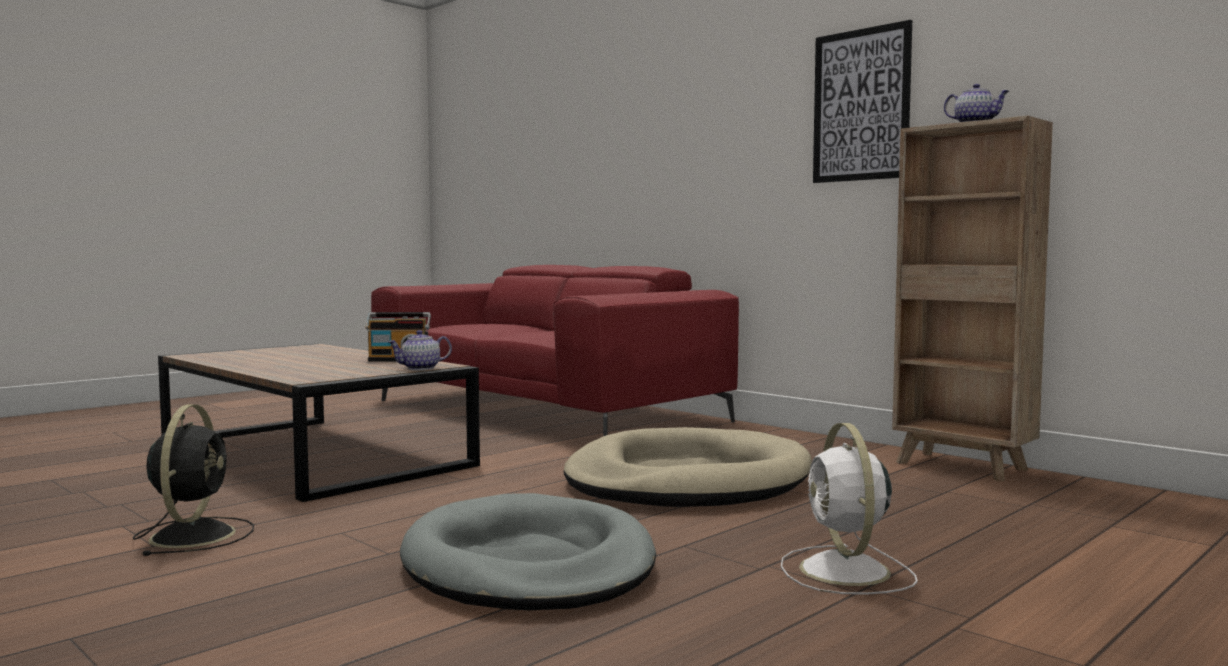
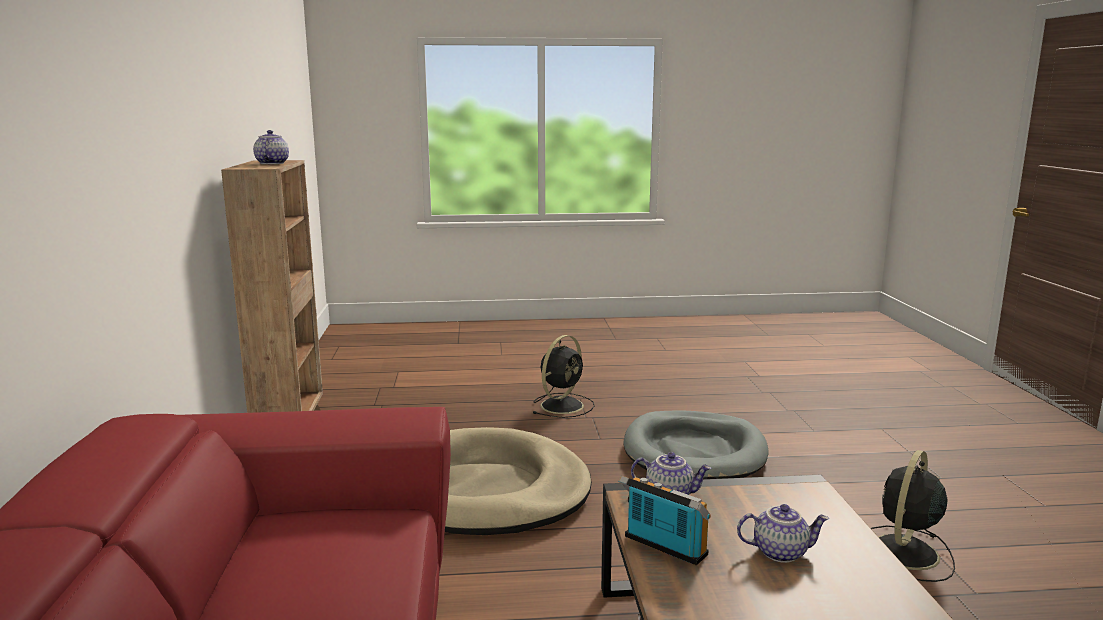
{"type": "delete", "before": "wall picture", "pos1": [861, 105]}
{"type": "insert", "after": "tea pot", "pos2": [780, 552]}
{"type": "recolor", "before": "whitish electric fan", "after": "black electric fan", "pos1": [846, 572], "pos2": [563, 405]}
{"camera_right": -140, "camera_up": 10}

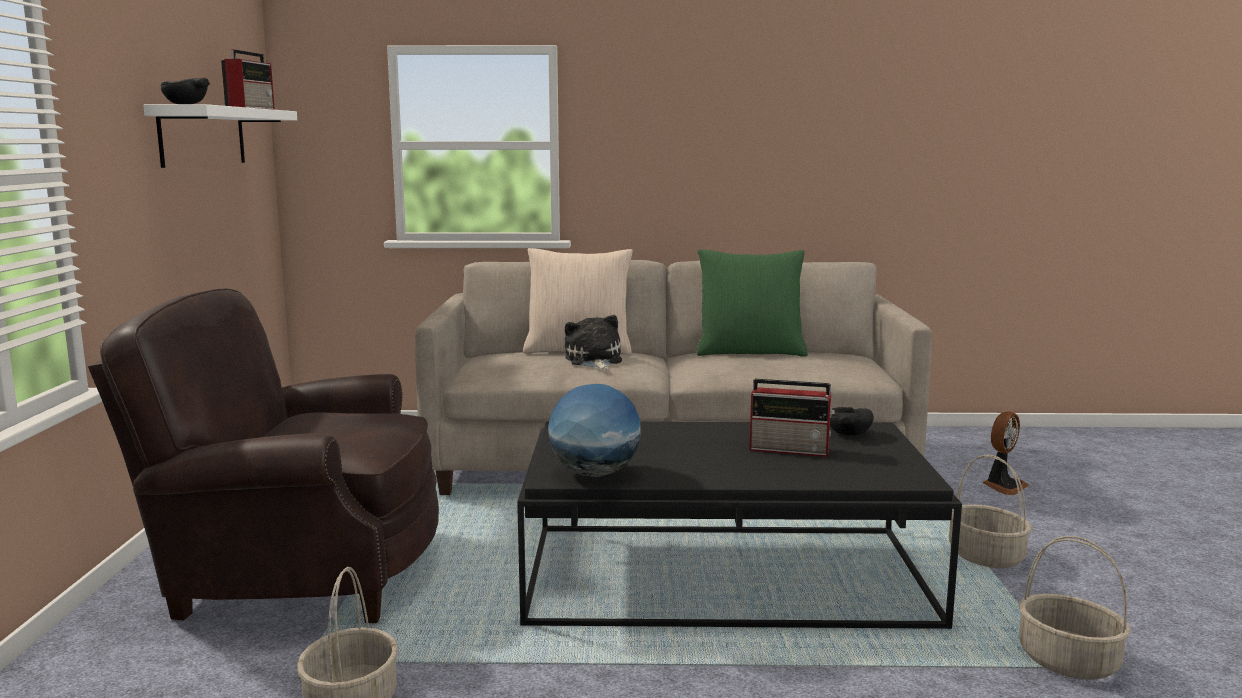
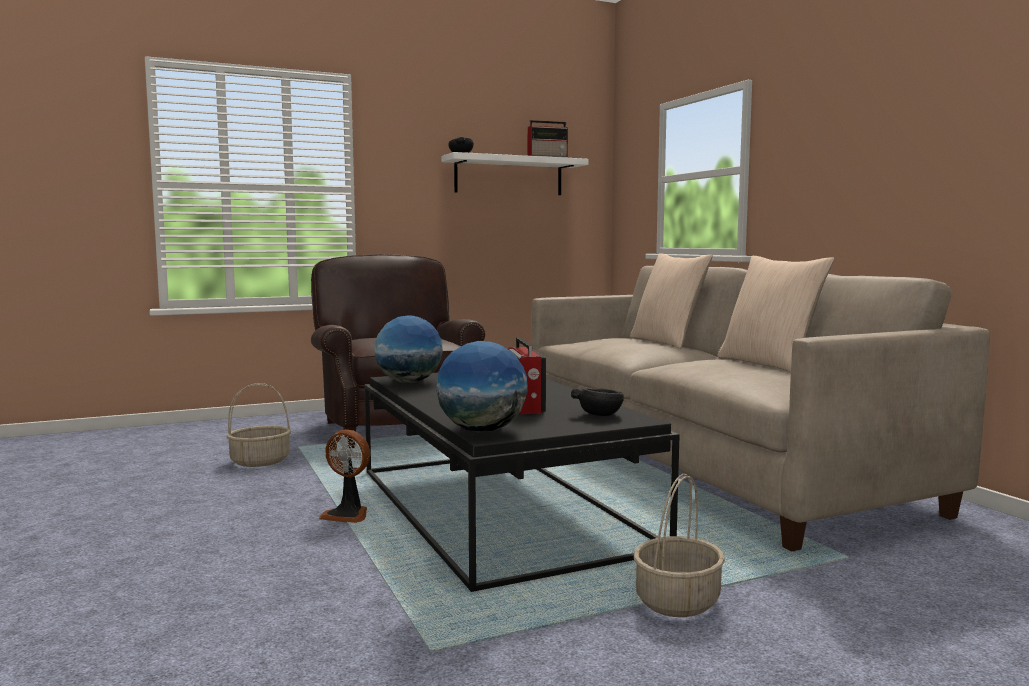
{"type": "delete", "before": "plush toy", "pos1": [594, 361]}
{"type": "delete", "before": "household basket", "pos1": [1069, 661]}
{"type": "insert", "after": "desk globe", "pos2": [482, 431]}
{"type": "move", "before": "electric fan", "pos1": [1003, 486], "pos2": [348, 515]}
{"type": "recolor", "before": "green throw pillow", "after": "beige-coloured throw pillow", "pos1": [750, 352], "pos2": [769, 364]}
{"camera_right": 65, "camera_up": -5}

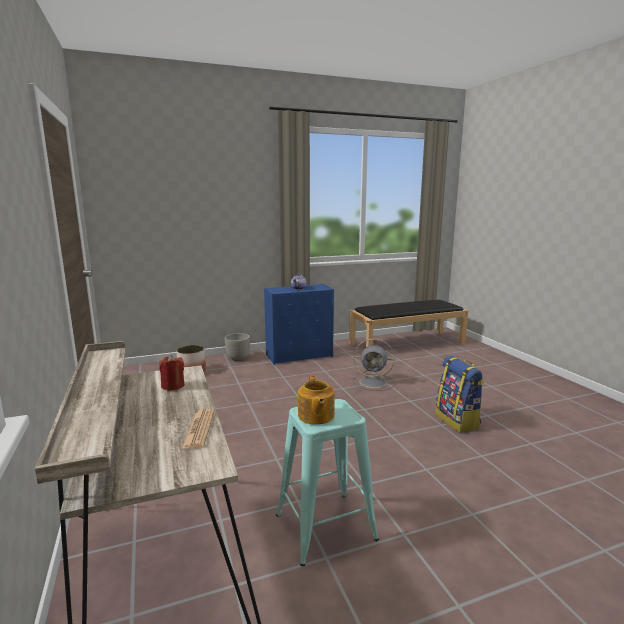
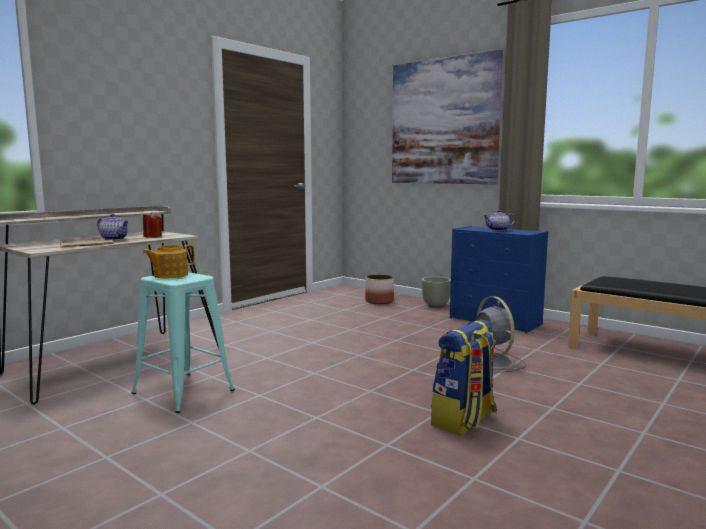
{"type": "insert", "after": "tea pot", "pos2": [115, 239]}
{"type": "insert", "after": "wall picture", "pos2": [444, 121]}
{"camera_right": 60, "camera_up": -5}

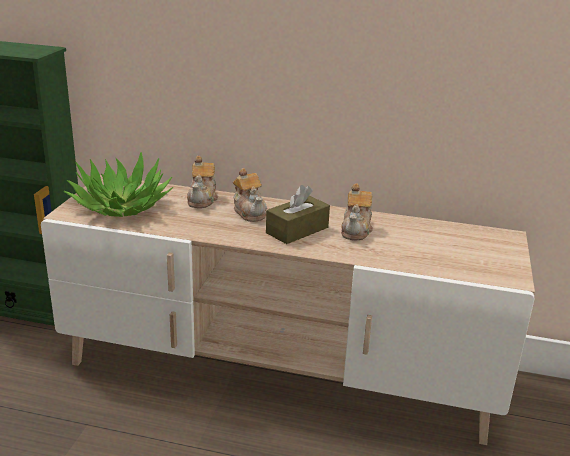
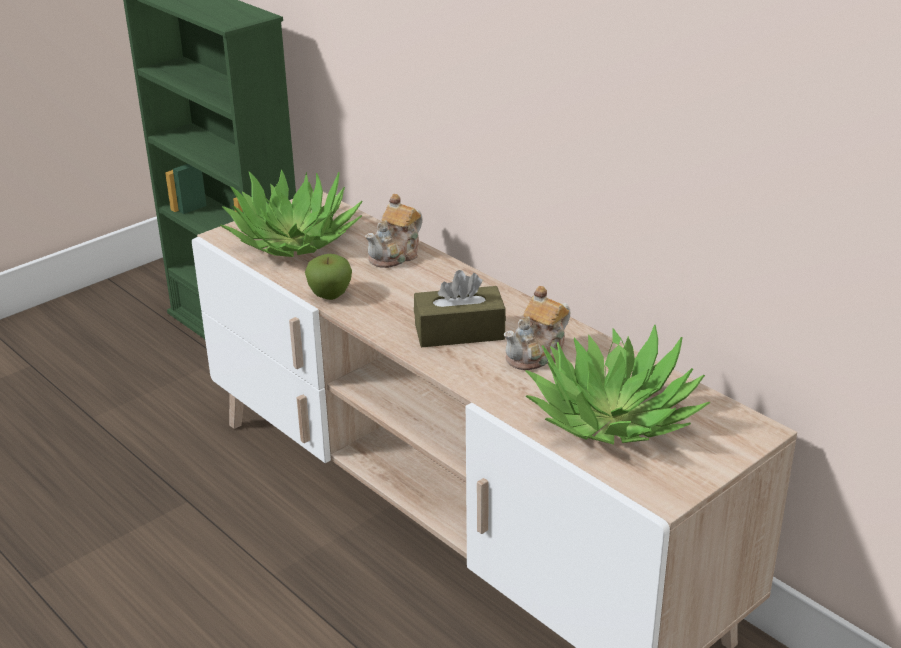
{"type": "delete", "before": "tea pot", "pos1": [250, 212]}
{"type": "insert", "after": "apple fruit", "pos2": [330, 295]}
{"type": "insert", "after": "houseplant", "pos2": [613, 416]}
{"camera_right": 35, "camera_up": 5}

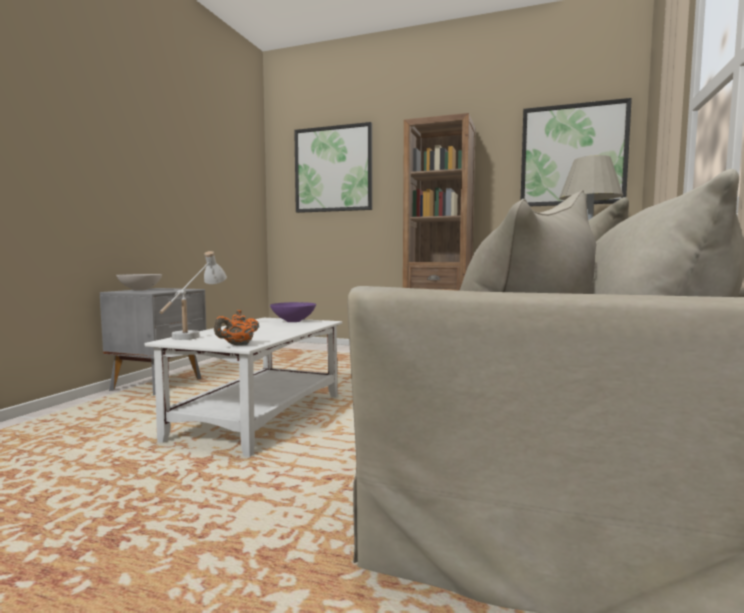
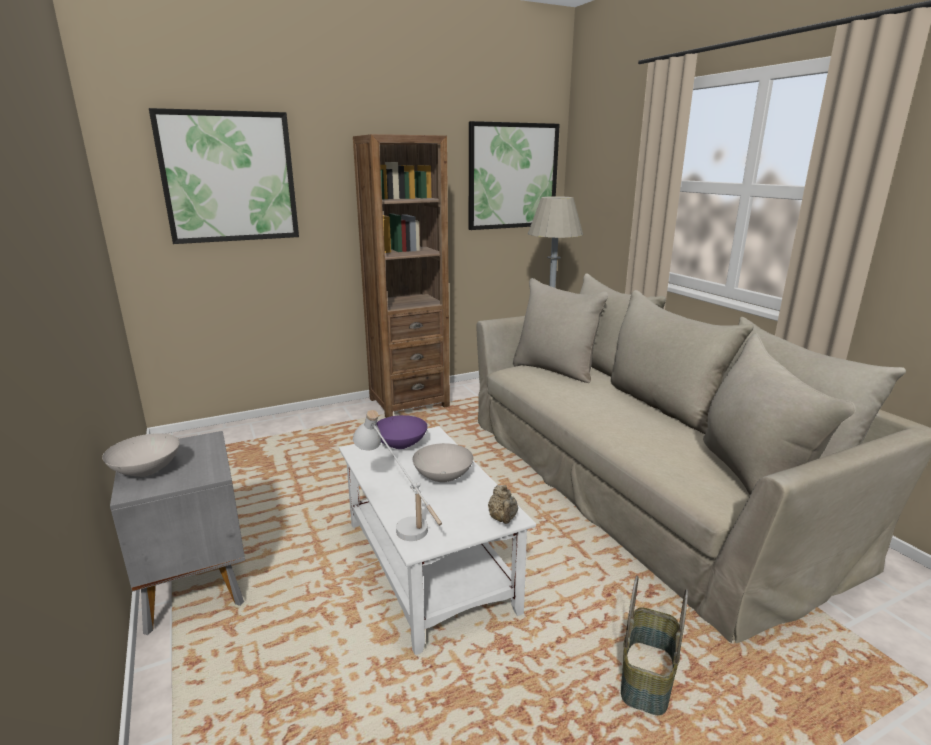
{"type": "insert", "after": "whitish serving bowl", "pos2": [443, 477]}
{"type": "insert", "after": "household basket", "pos2": [648, 679]}
{"type": "recolor", "before": "orange tea pot", "after": "beige-coloured tea pot", "pos1": [238, 345], "pos2": [503, 519]}
{"camera_right": -45, "camera_up": 15}

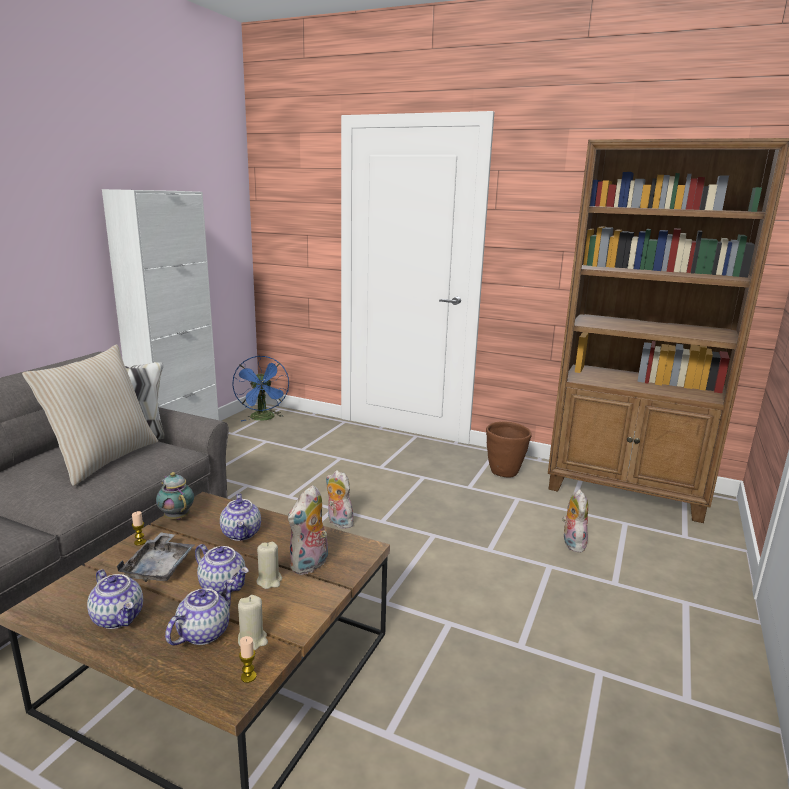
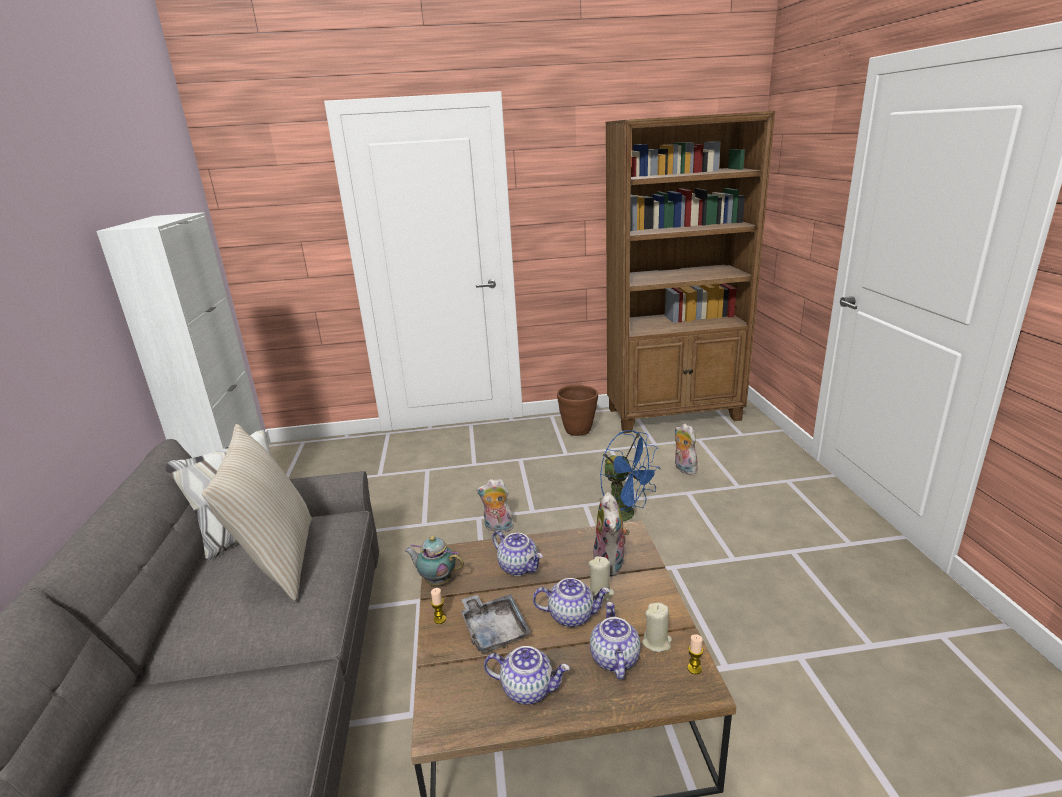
{"type": "move", "before": "blue electric fan", "pos1": [263, 419], "pos2": [625, 515]}
{"camera_right": -30, "camera_up": 5}

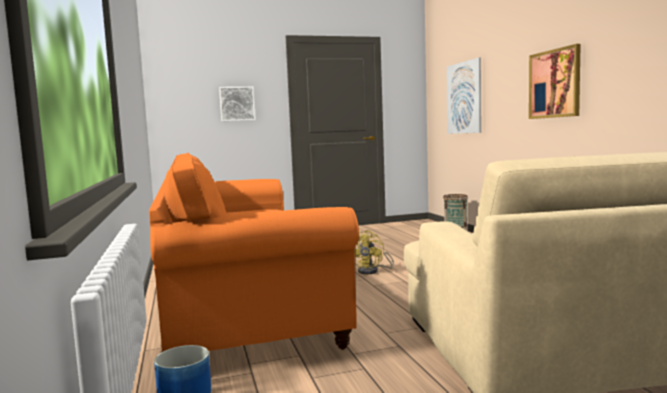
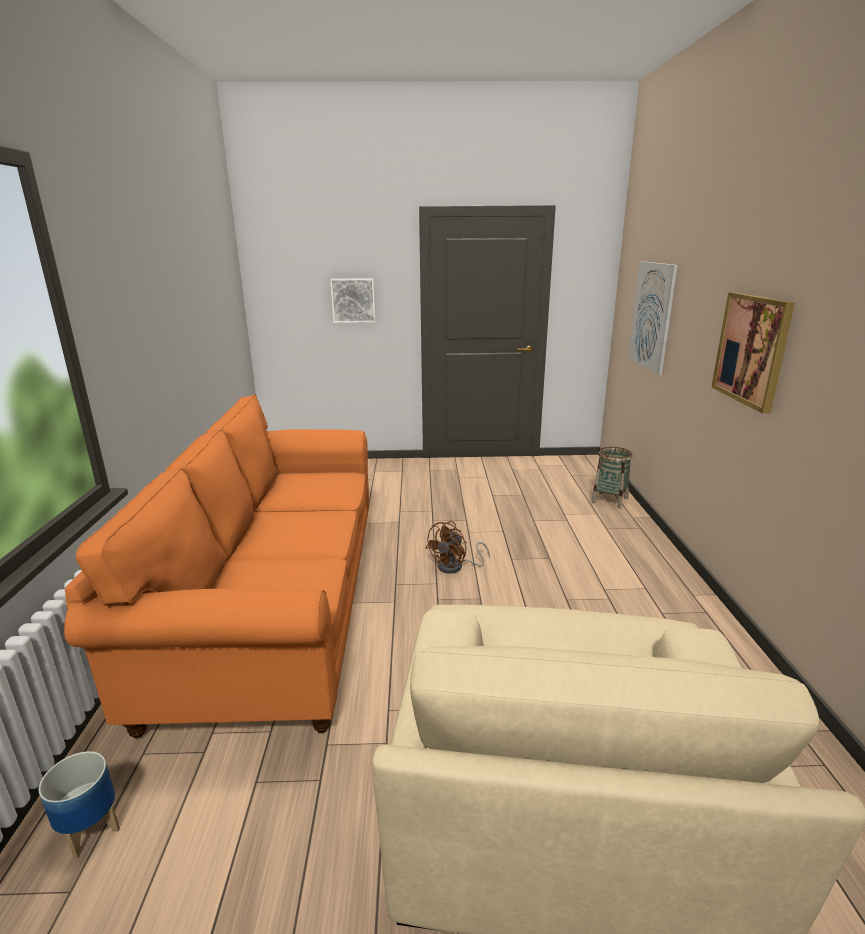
{"type": "recolor", "before": "yellow electric fan", "after": "brownish electric fan", "pos1": [372, 271], "pos2": [455, 567]}
{"camera_right": 15, "camera_up": 15}

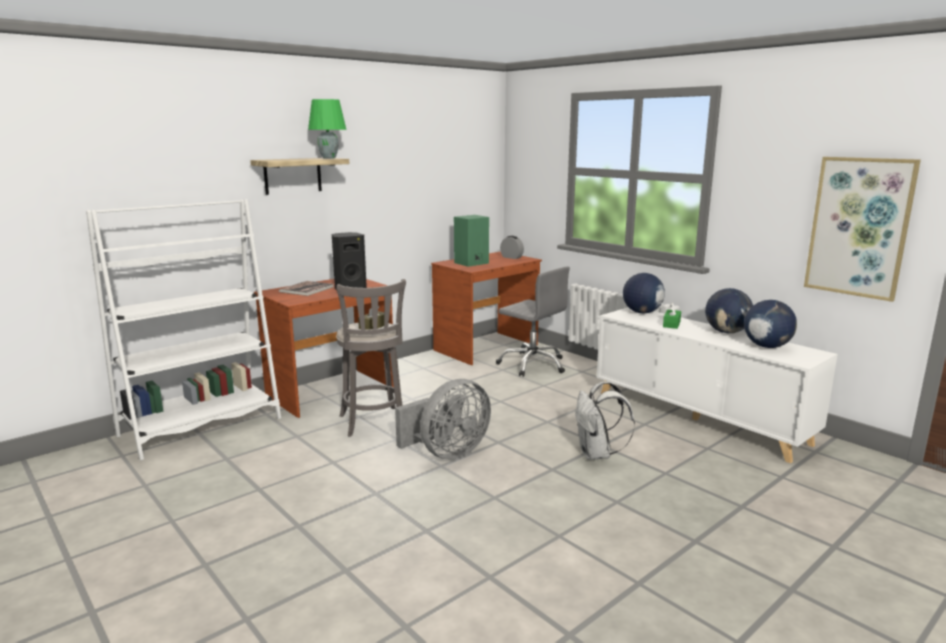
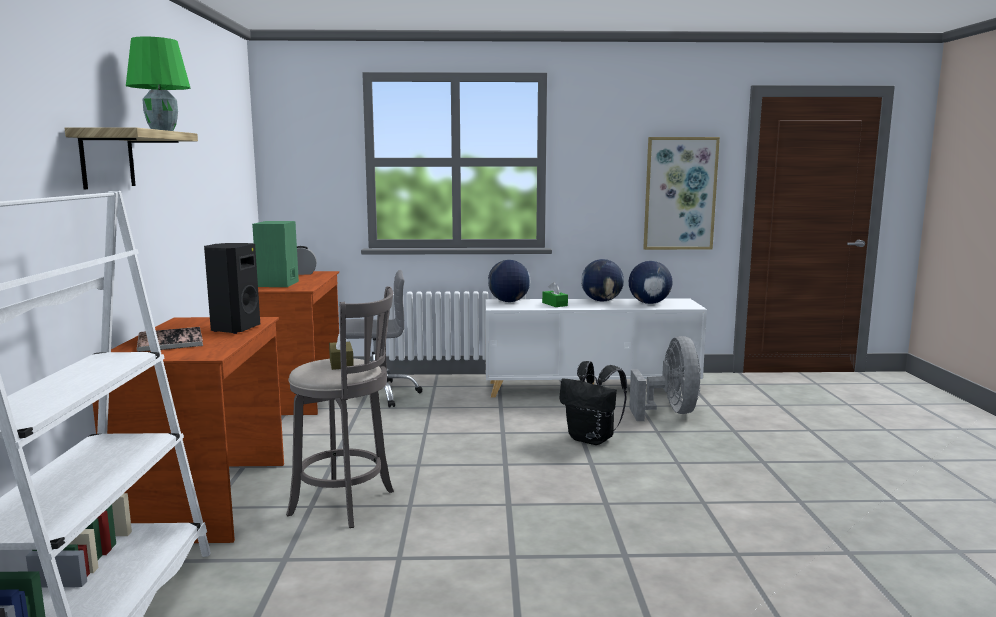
{"type": "move", "before": "greyish electric fan", "pos1": [447, 453], "pos2": [670, 412]}
{"type": "recolor", "before": "whitish knapsack", "after": "black knapsack", "pos1": [597, 454], "pos2": [592, 439]}
{"camera_right": -50, "camera_up": -5}

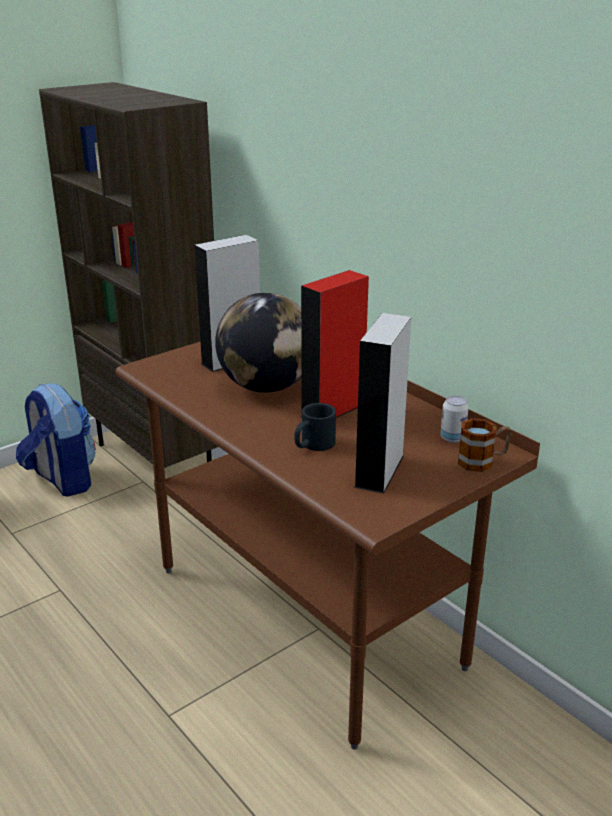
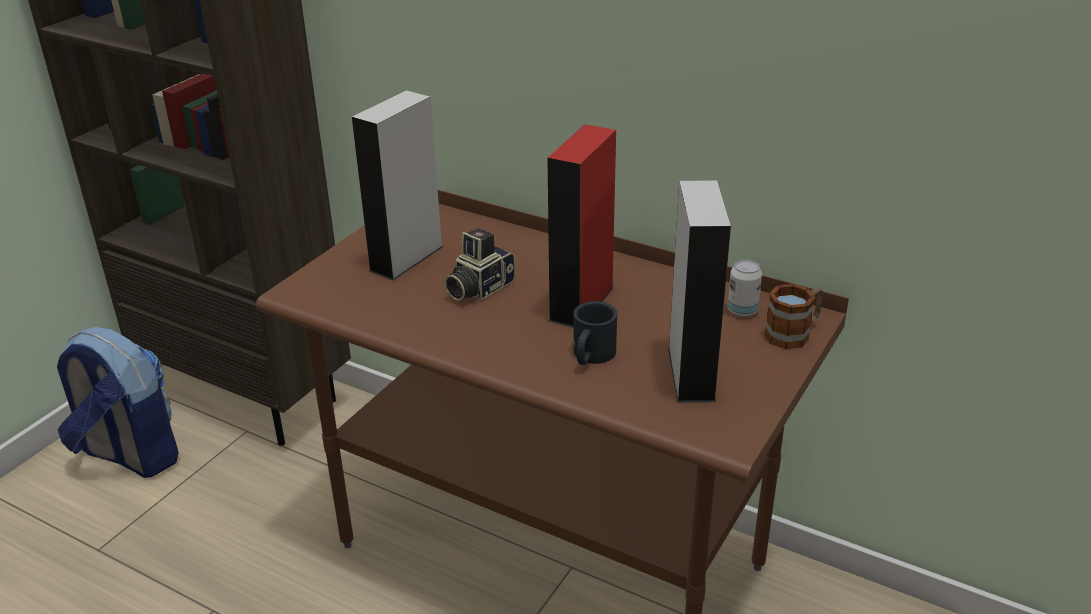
{"type": "replace", "before": "desk globe", "after": "photo camera", "pos1": [266, 387], "pos2": [478, 288]}
{"camera_right": -20, "camera_up": 5}

